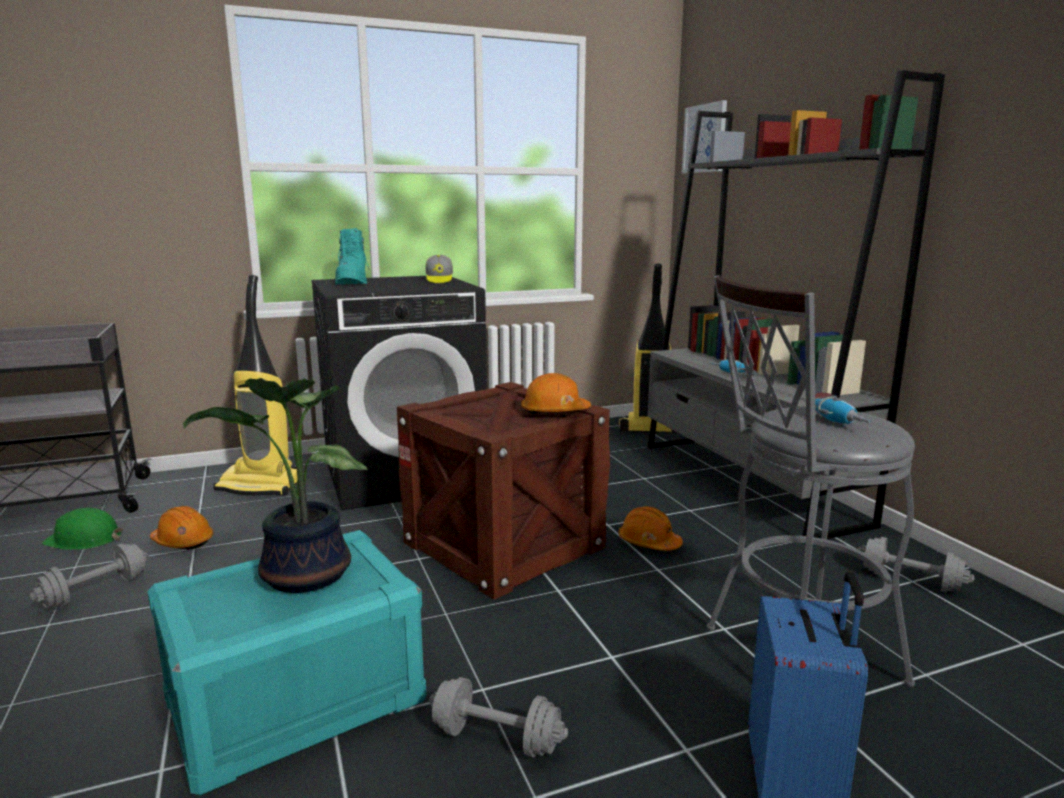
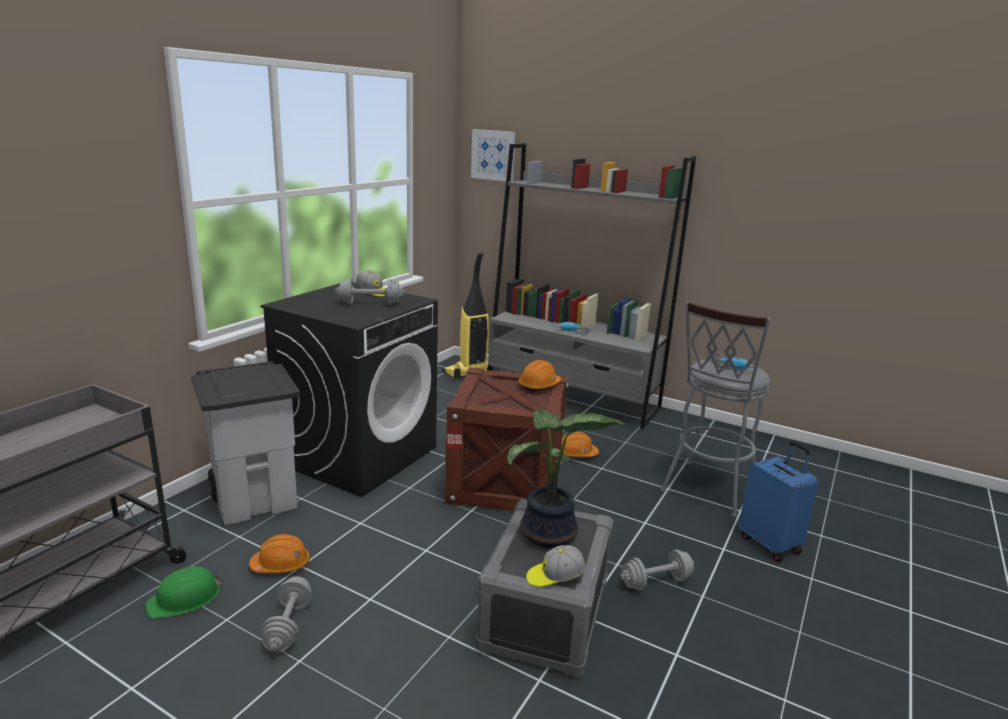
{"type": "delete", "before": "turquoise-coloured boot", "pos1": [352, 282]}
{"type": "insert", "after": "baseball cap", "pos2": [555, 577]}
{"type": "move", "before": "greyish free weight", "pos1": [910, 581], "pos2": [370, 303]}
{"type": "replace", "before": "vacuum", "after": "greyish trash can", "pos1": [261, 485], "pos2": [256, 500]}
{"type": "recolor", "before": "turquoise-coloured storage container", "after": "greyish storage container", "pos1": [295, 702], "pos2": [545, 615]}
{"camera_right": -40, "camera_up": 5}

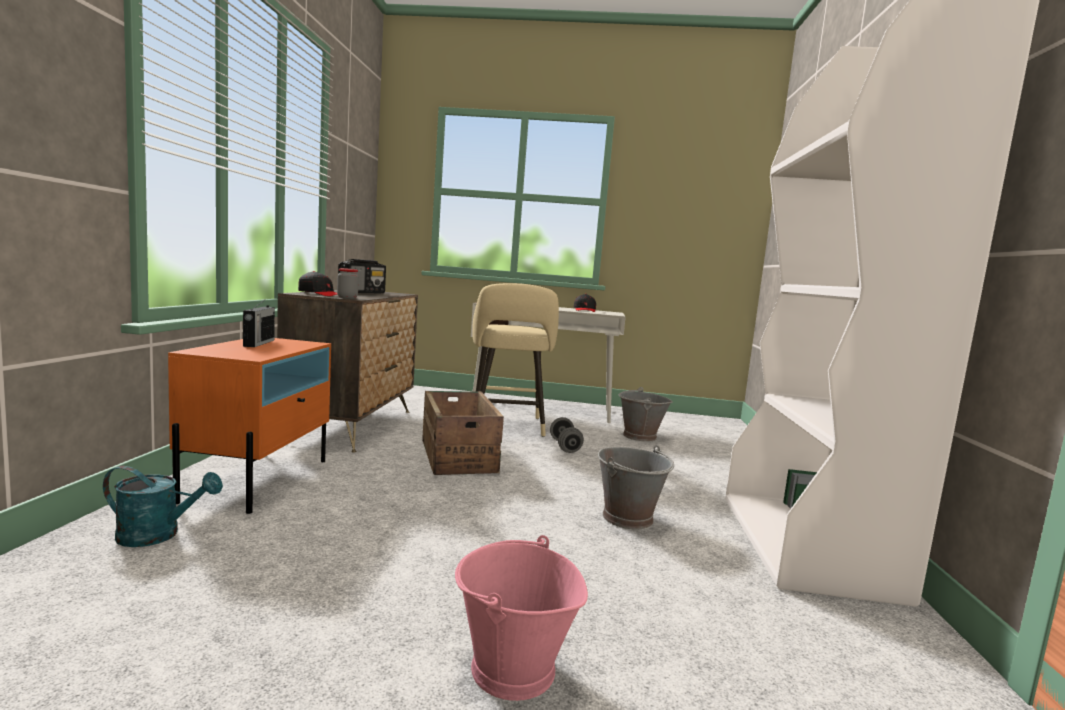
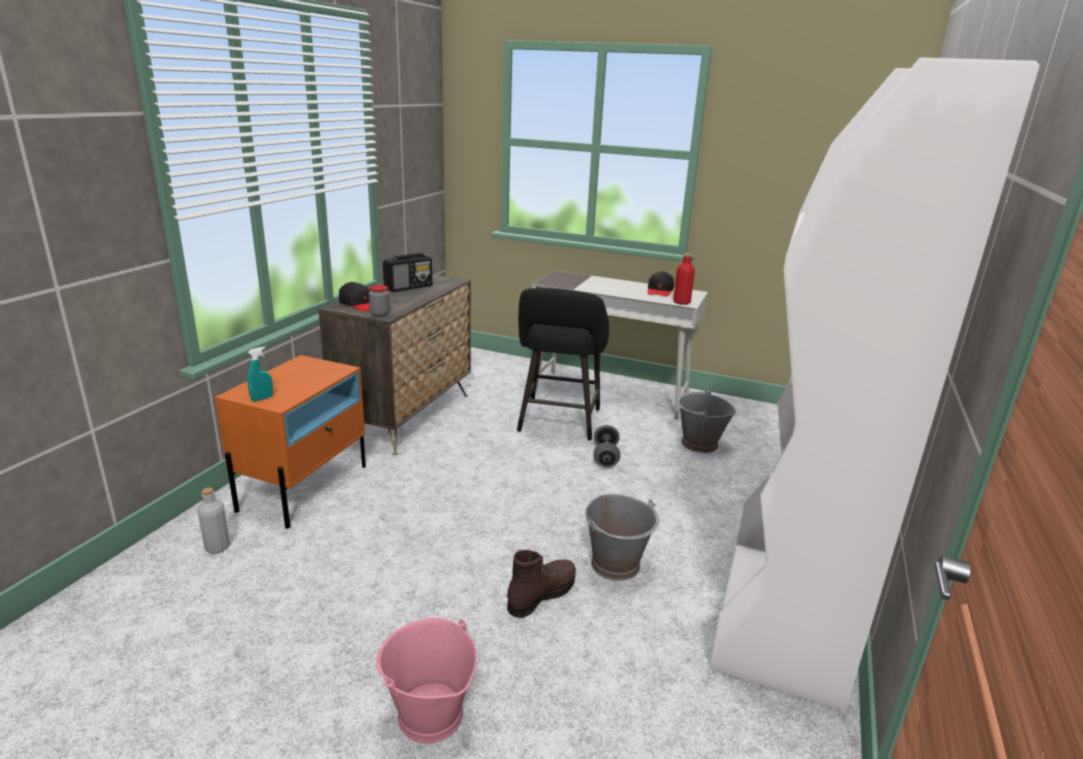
{"type": "delete", "before": "radio", "pos1": [258, 343]}
{"type": "delete", "before": "crate", "pos1": [458, 456]}
{"type": "insert", "after": "turquoise-coloured spray bottle", "pos2": [262, 399]}
{"type": "insert", "after": "brownish boot", "pos2": [541, 594]}
{"type": "insert", "after": "red beverage bottle", "pos2": [681, 302]}
{"type": "replace", "before": "turquoise-coloured watering can", "after": "greyish beverage bottle", "pos1": [158, 535], "pos2": [217, 547]}
{"type": "recolor", "before": "beige-coloured stool seat", "after": "black stool seat", "pos1": [507, 427], "pos2": [558, 423]}
{"camera_right": 15, "camera_up": 15}

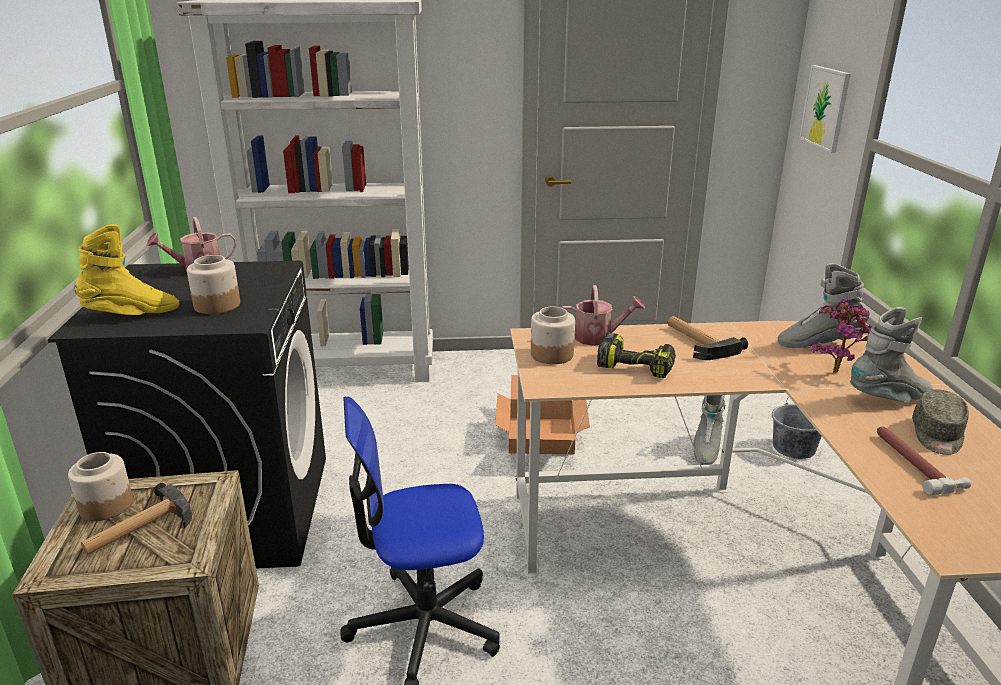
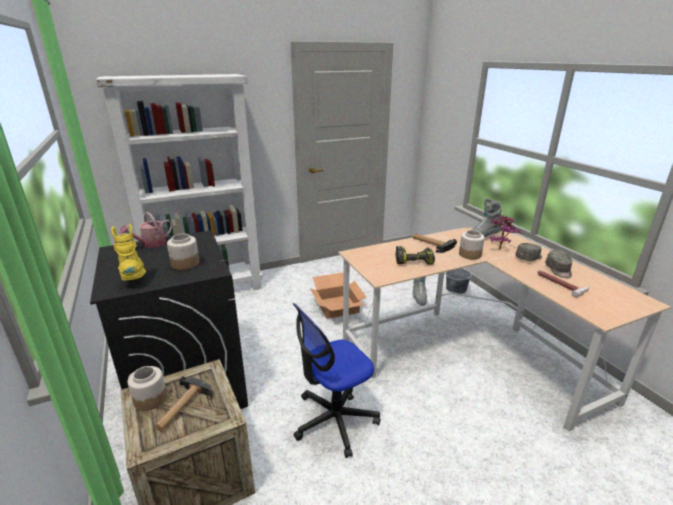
{"type": "delete", "before": "watering can", "pos1": [598, 337]}
{"type": "delete", "before": "wall picture", "pos1": [825, 108]}
{"type": "move", "before": "jar", "pos1": [551, 355], "pos2": [470, 255]}
{"type": "replace", "before": "greyish boot", "after": "greyish baseball cap", "pos1": [889, 399], "pos2": [529, 257]}
{"type": "rotate", "before": "yellow boot", "pos1": [132, 314], "pos2": [134, 278], "turn": -75}
{"camera_right": -20, "camera_up": 0}

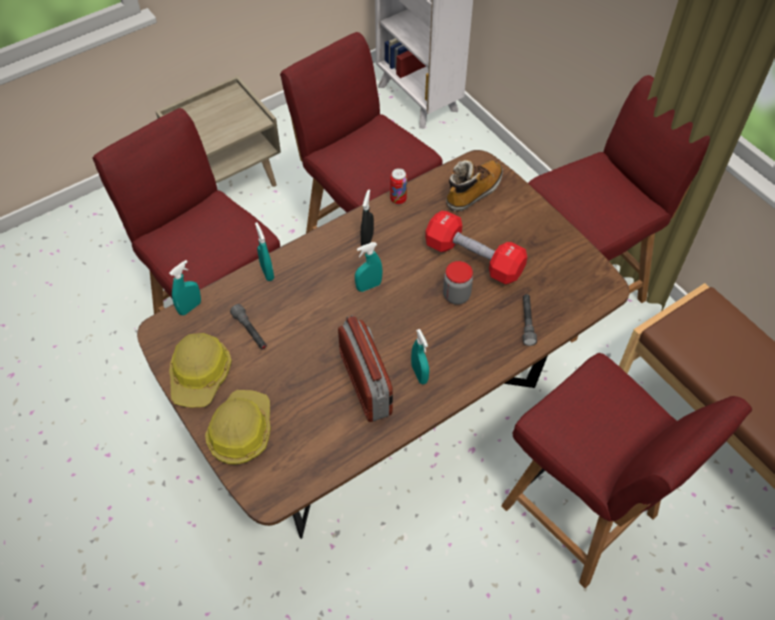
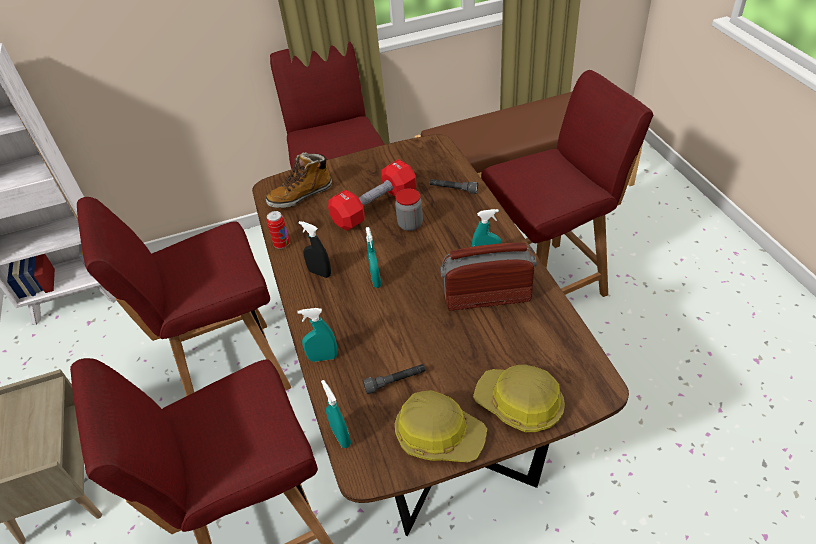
{"type": "rotate", "before": "boot", "pos1": [473, 192], "pos2": [301, 195], "turn": -90}
{"camera_right": -70, "camera_up": -10}

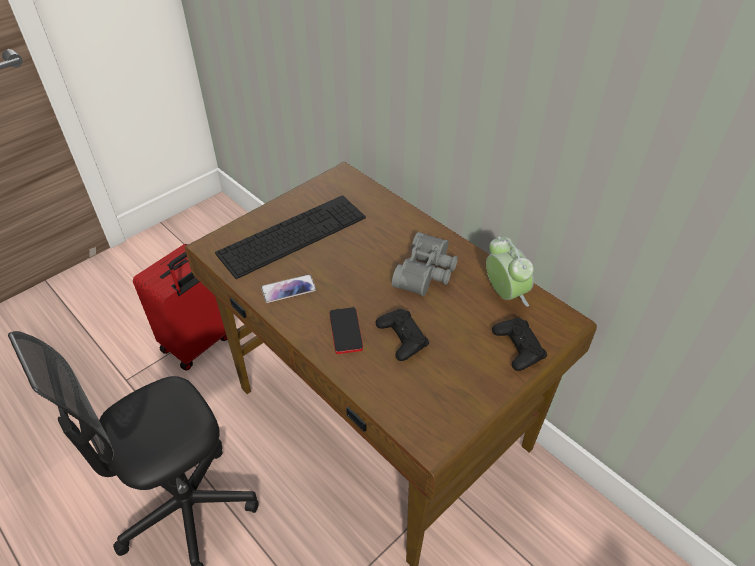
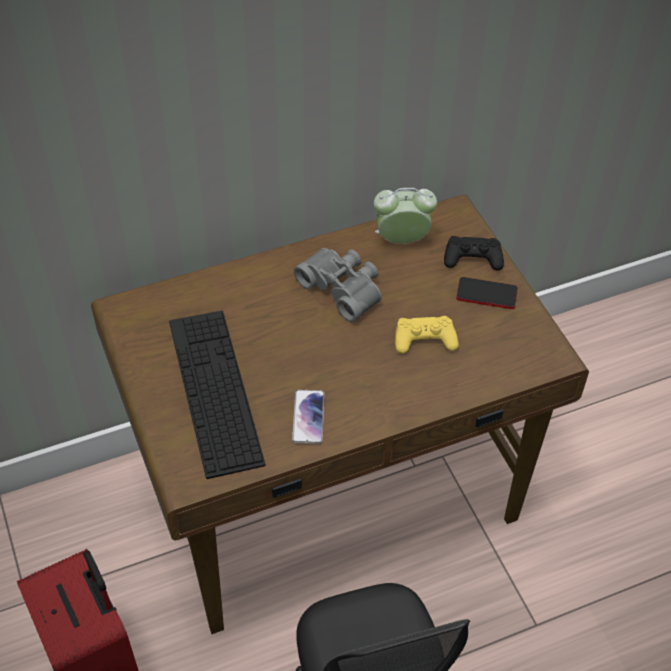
{"type": "move", "before": "phone", "pos1": [345, 331], "pos2": [486, 294]}
{"type": "recolor", "before": "black joypad", "after": "yellow joypad", "pos1": [402, 338], "pos2": [424, 339]}
{"camera_right": -70, "camera_up": 5}

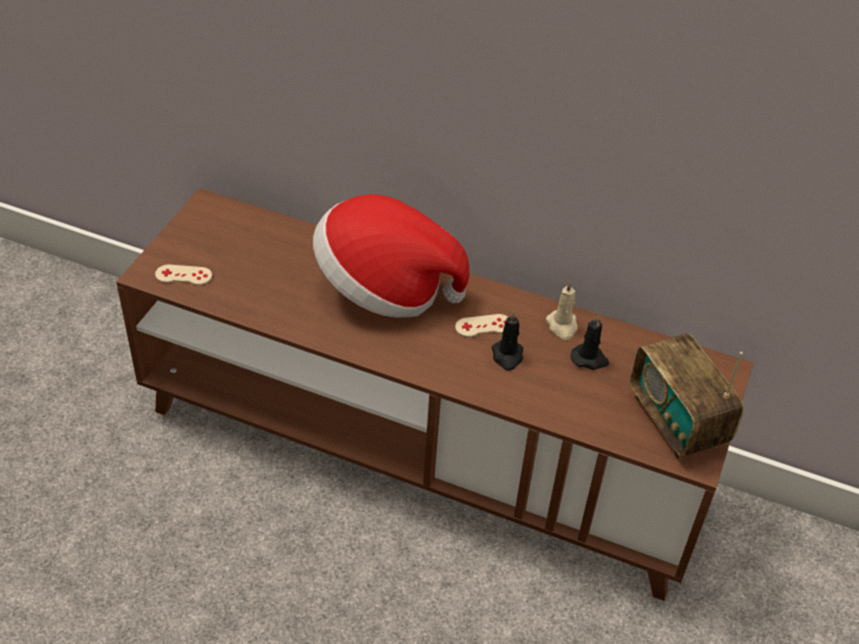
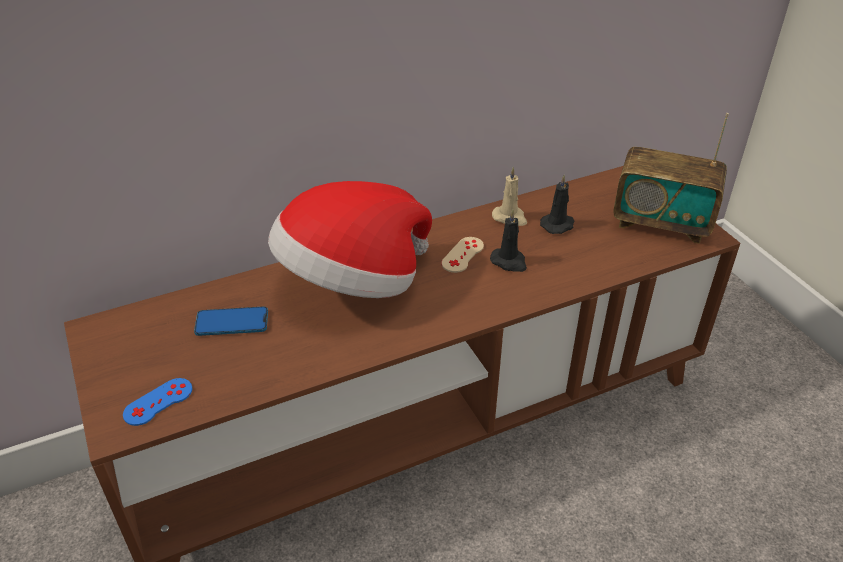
{"type": "insert", "after": "phone", "pos2": [232, 323]}
{"type": "recolor", "before": "beige-coloured joypad", "after": "blue joypad", "pos1": [183, 275], "pos2": [158, 402]}
{"camera_right": -45, "camera_up": -5}

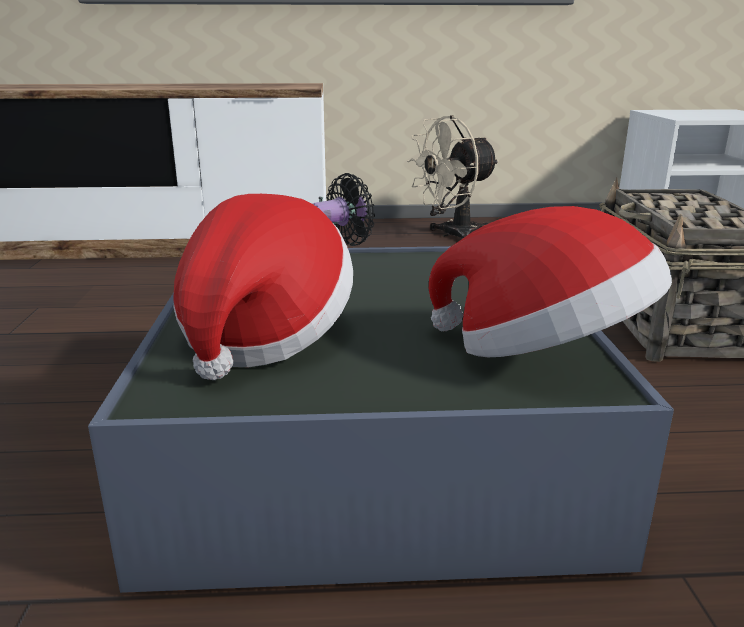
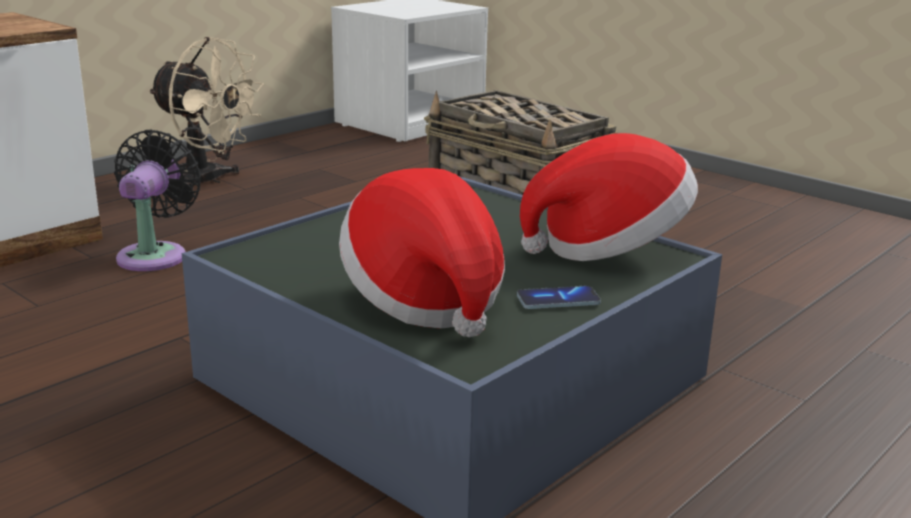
{"type": "insert", "after": "phone", "pos2": [558, 300]}
{"type": "rotate", "before": "beige-coloured electric fan", "pos1": [452, 235], "pos2": [208, 181], "turn": -75}
{"camera_right": -45, "camera_up": 0}

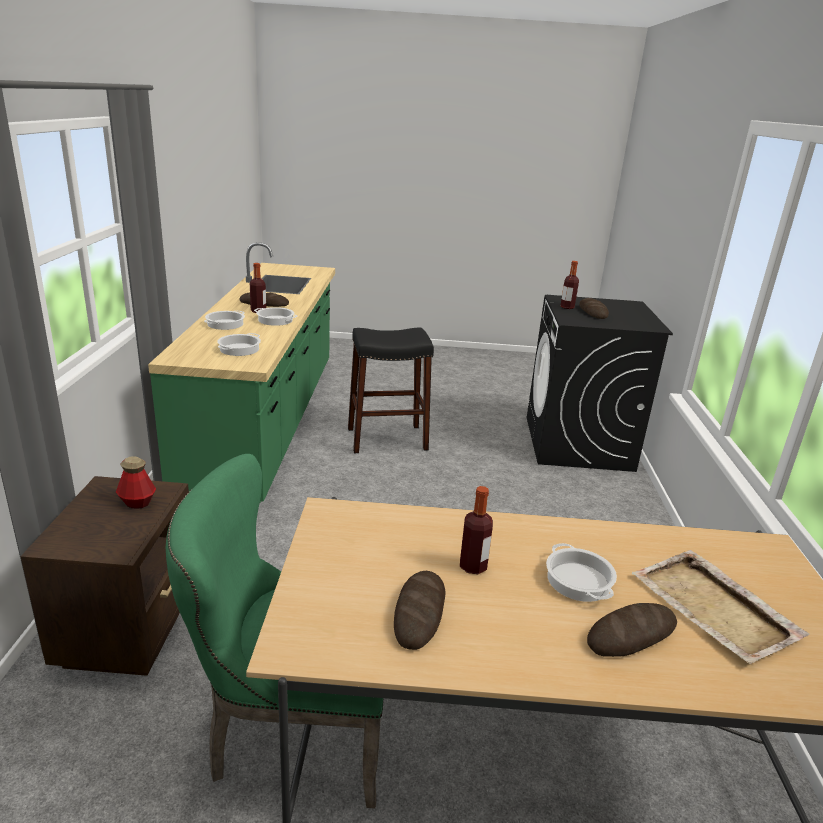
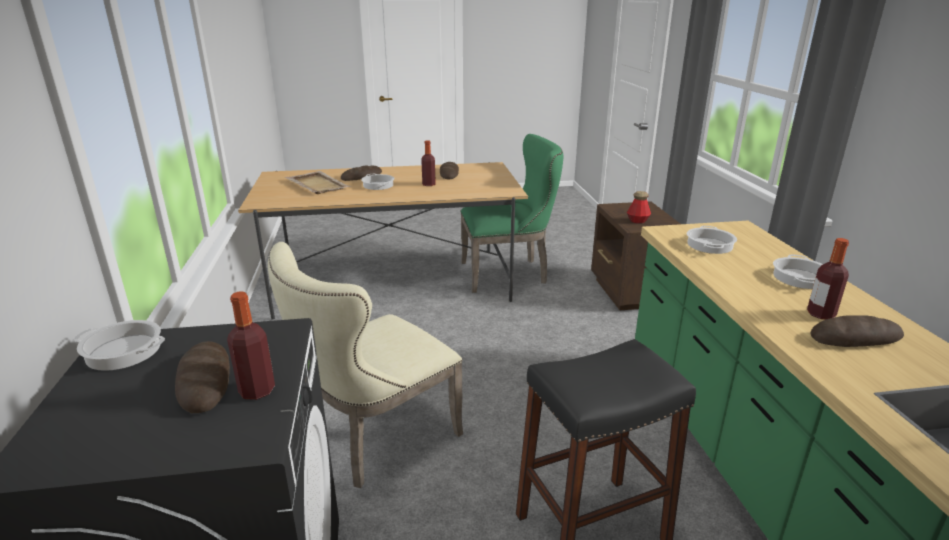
{"type": "insert", "after": "beige-coloured plain chair", "pos2": [375, 439]}
{"type": "move", "before": "cooking pot", "pos1": [275, 320], "pos2": [124, 351]}
{"camera_right": 170, "camera_up": 0}

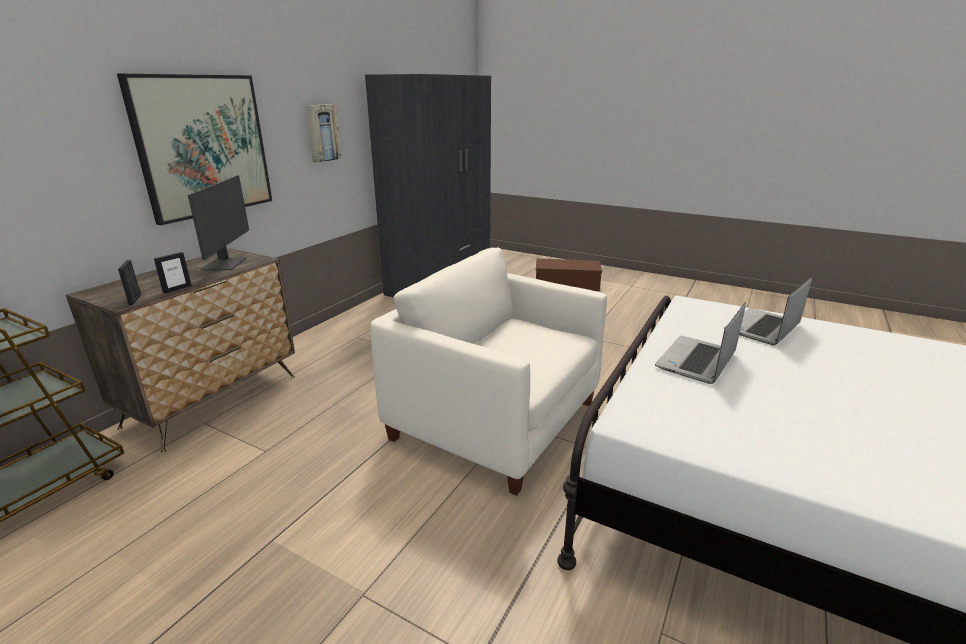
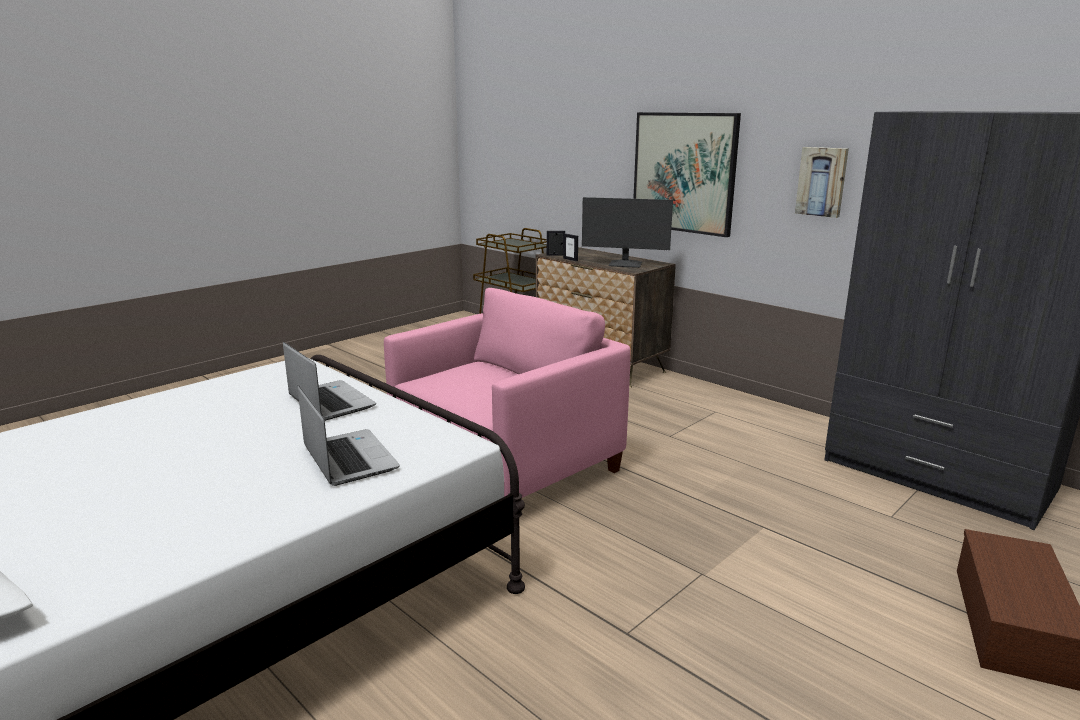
{"type": "recolor", "before": "whitish easy chair", "after": "pinkish easy chair", "pos1": [495, 420], "pos2": [505, 464]}
{"camera_right": 105, "camera_up": -5}

